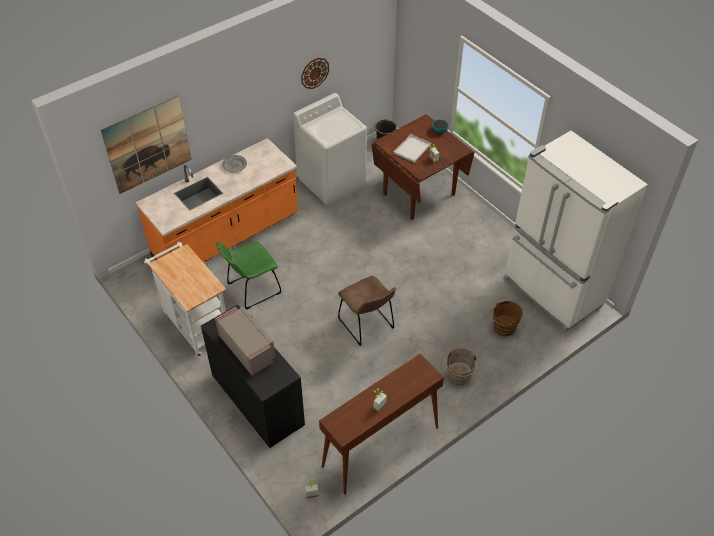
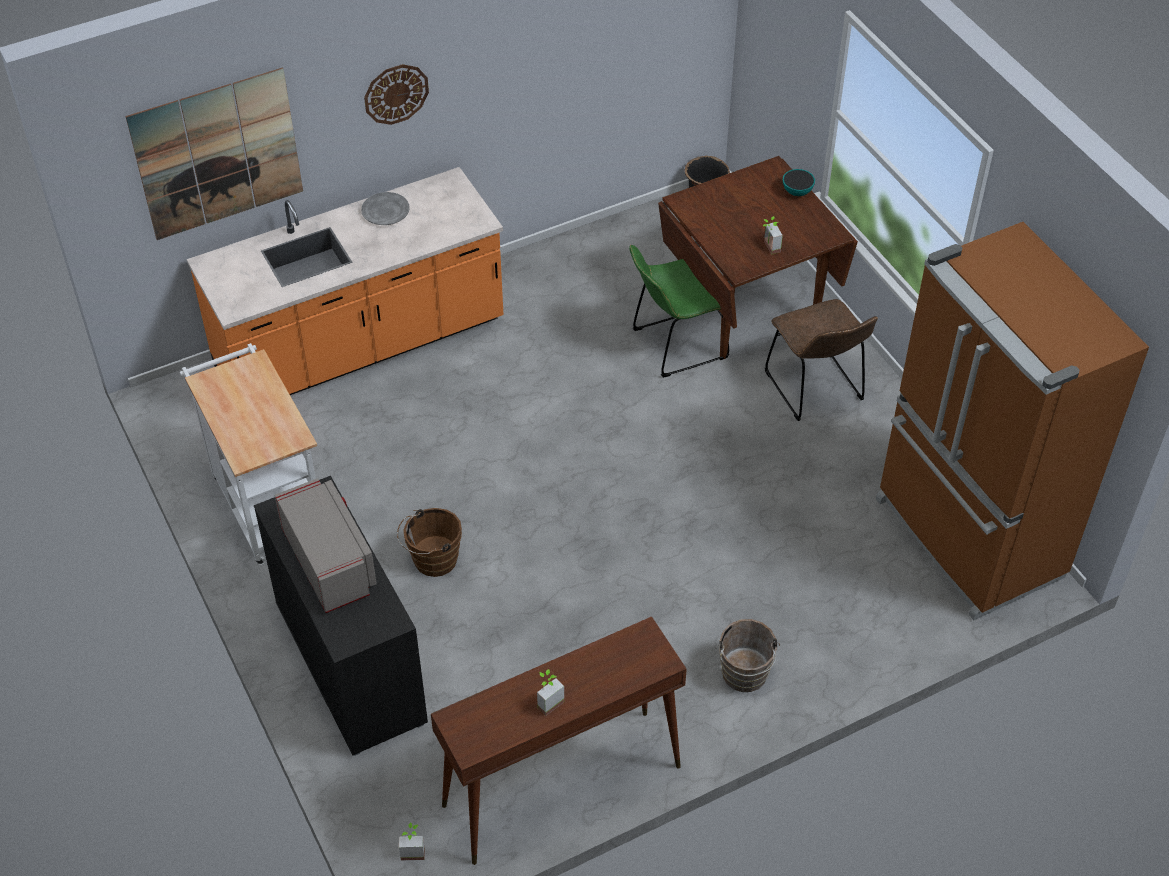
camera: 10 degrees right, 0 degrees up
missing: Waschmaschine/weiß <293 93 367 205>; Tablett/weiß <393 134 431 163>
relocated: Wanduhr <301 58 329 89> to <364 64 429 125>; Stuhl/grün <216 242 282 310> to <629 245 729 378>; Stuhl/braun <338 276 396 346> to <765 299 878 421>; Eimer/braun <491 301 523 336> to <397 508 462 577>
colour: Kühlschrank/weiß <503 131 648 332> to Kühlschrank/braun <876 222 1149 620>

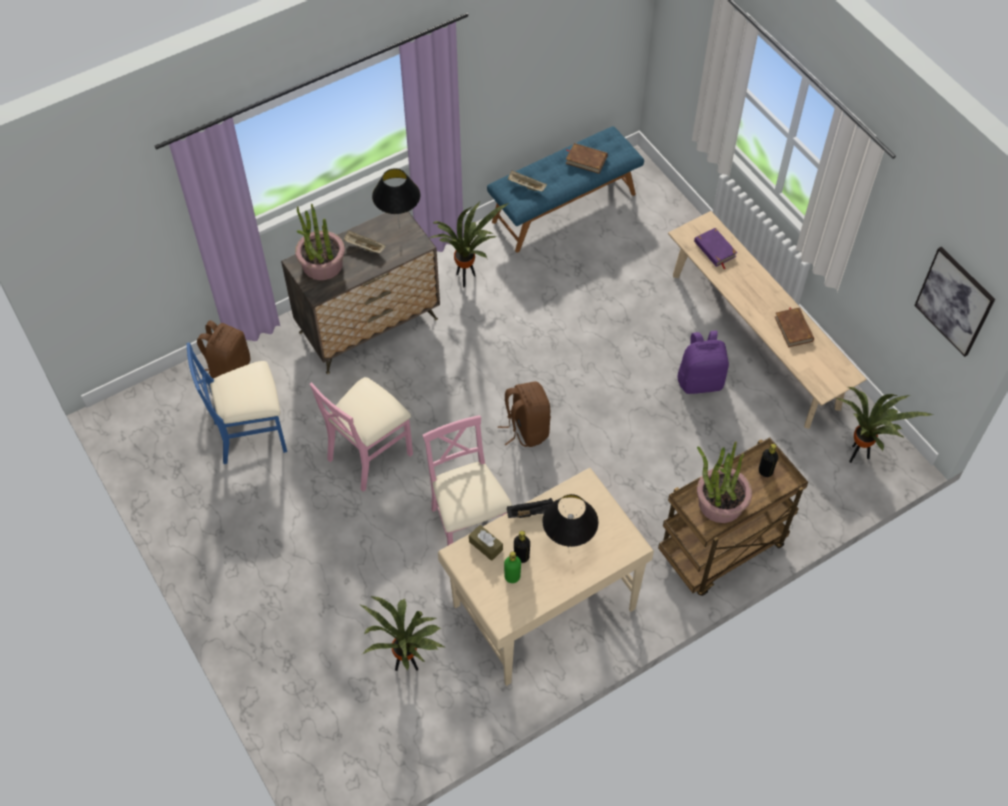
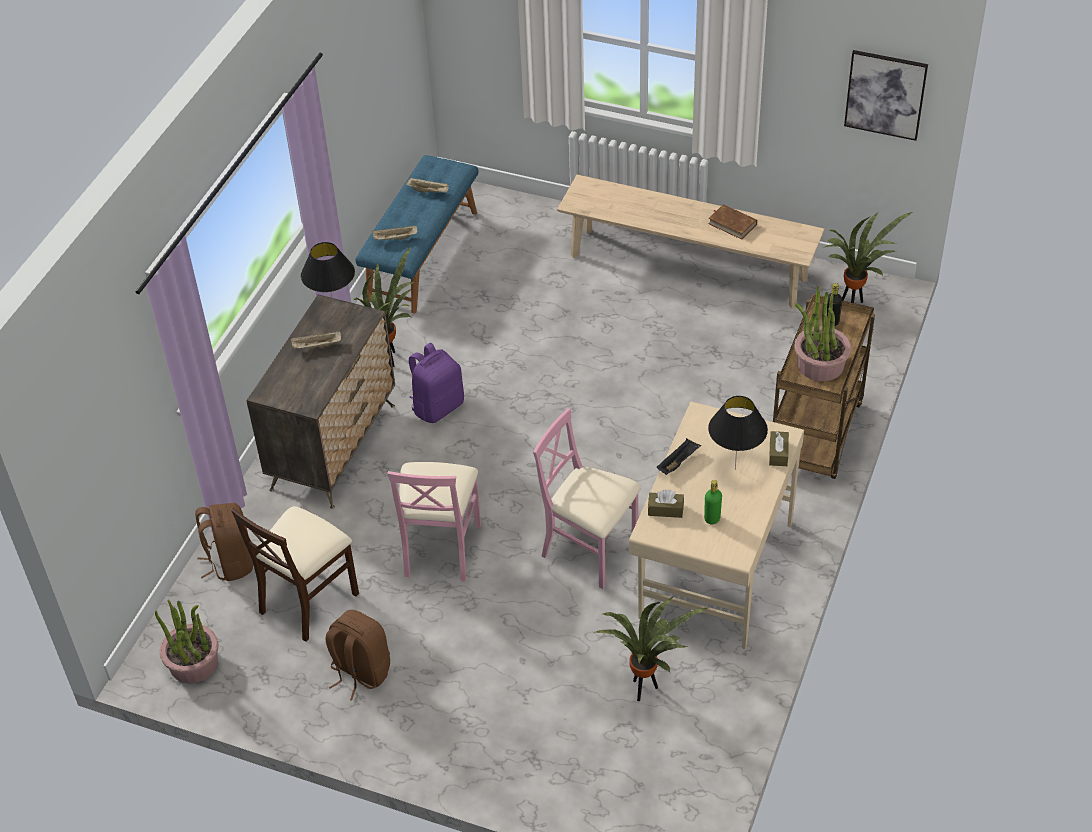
camera: 35 degrees left, 10 degrees down
missing: Buch/lila <694 228 737 269>; Flasche/schwarz <514 531 530 563>
appeared: Taschentuchbox/braun <769 431 789 466>
relocated: Topfpflanze <295 204 345 280> to <155 600 218 683>; Rucksack/lila <677 331 729 394> to <409 343 464 423>; Rucksack/braun <498 381 551 447> to <325 610 390 700>
exchanged: Buch/braun <566 143 608 174> to Tablett/beige <406 177 449 193>
colour: Stuhl/blau <187 342 287 464> to Stuhl/beige <231 506 359 642>

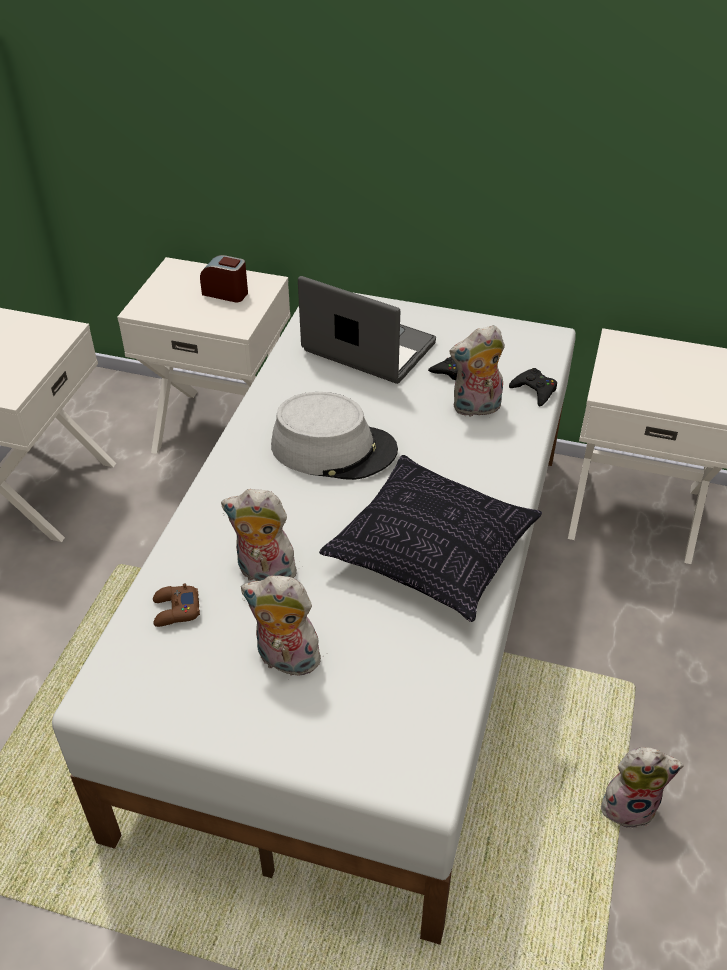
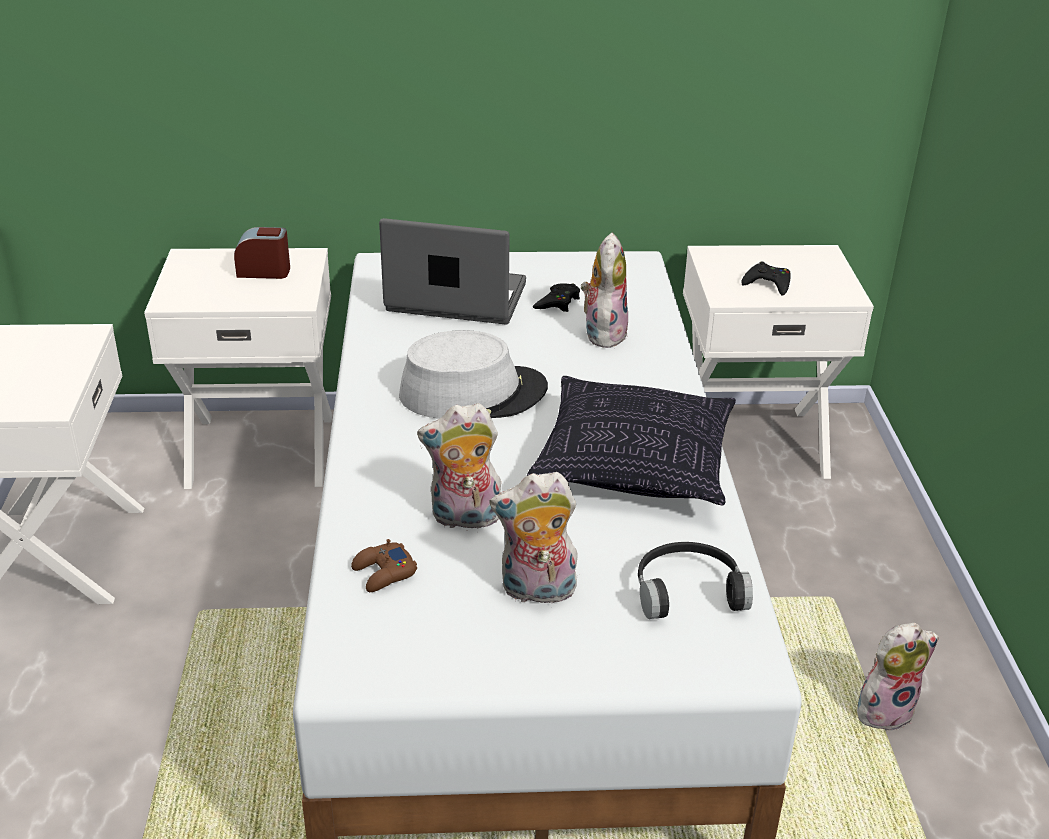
camera: 20 degrees left, 10 degrees down
appeared: Kopfhörer/schwarz <638 542 753 619>
relocated: Gamepad/schwarz <509 368 557 407> to <741 261 791 296>
spun: Plüschtier <450 325 505 417> = <581 233 628 348> 135 degrees clockwise

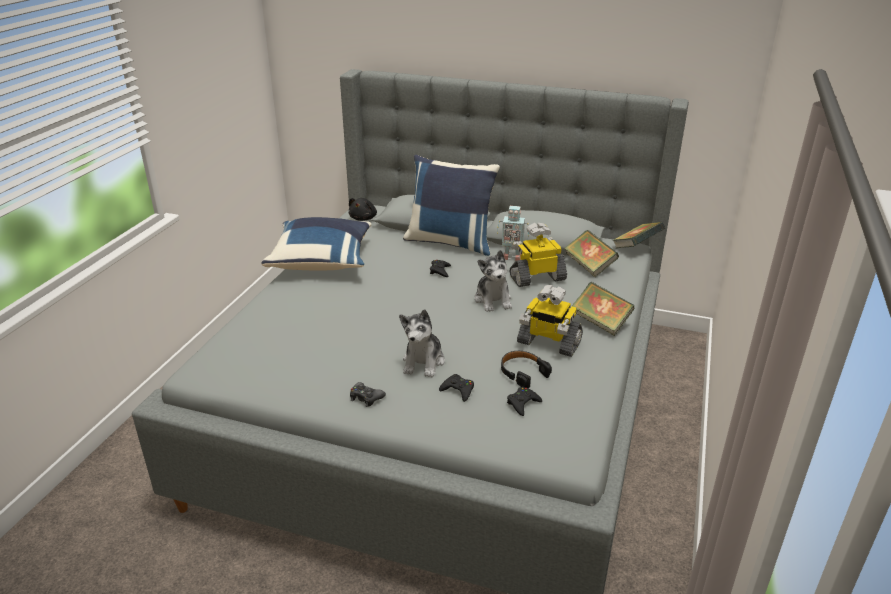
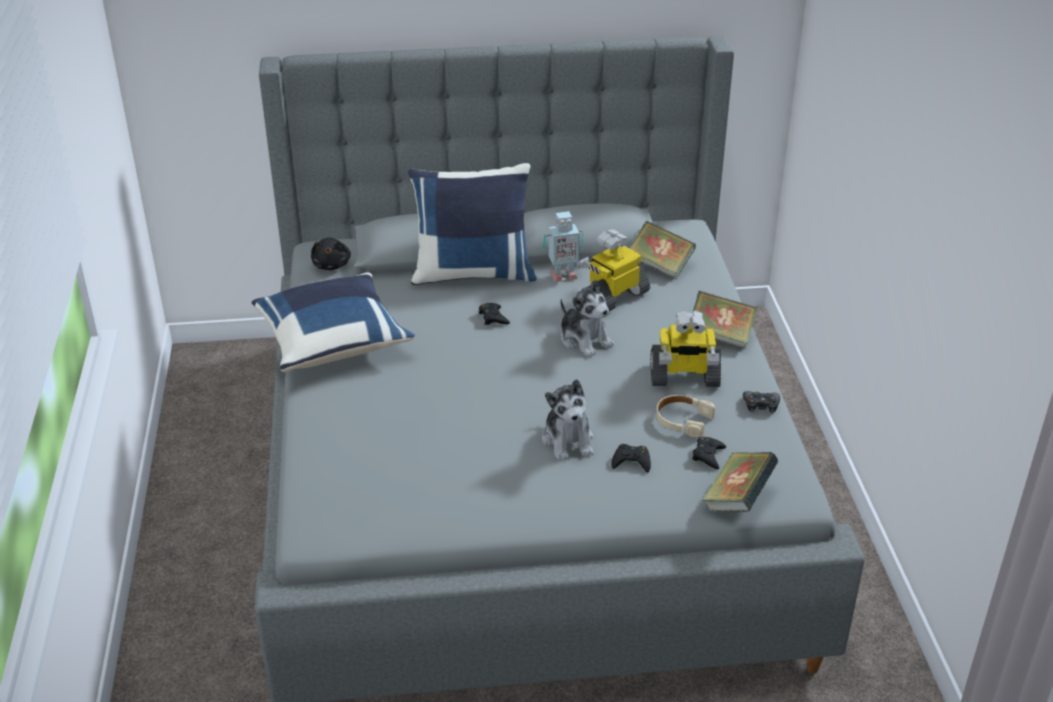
camera: 25 degrees left, 5 degrees up
relocated: Buch <613 222 665 249> to <702 452 778 512>; Gamepad/schwarz <350 382 386 407> to <743 391 780 414>
colour: Kopfhörer/schwarz <501 351 552 388> to Kopfhörer/beige <656 395 715 437>

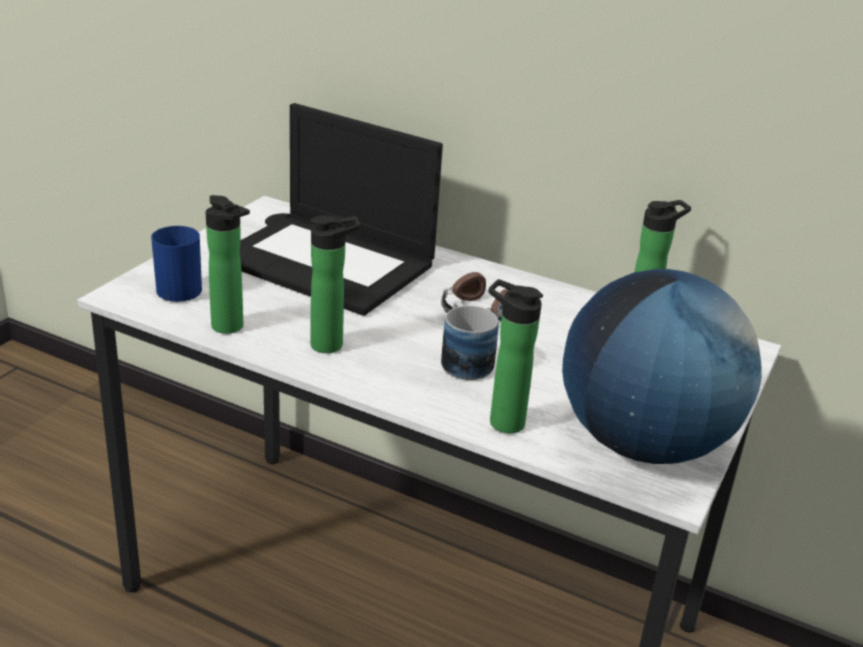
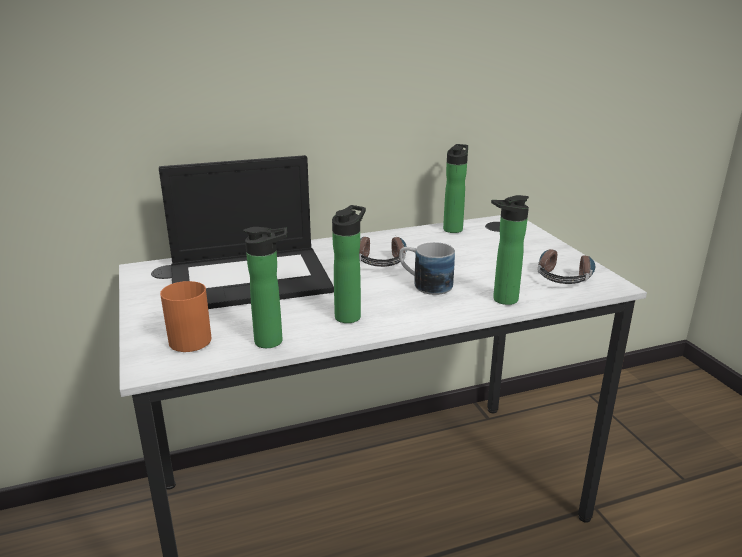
camera: 45 degrees left, 5 degrees down
exchanged: Globus <562 269 762 464> to Kopfhörer <538 249 595 284>
colour: Henkelbecher/blau <151 226 202 302> to Henkelbecher/orange <160 281 211 352>

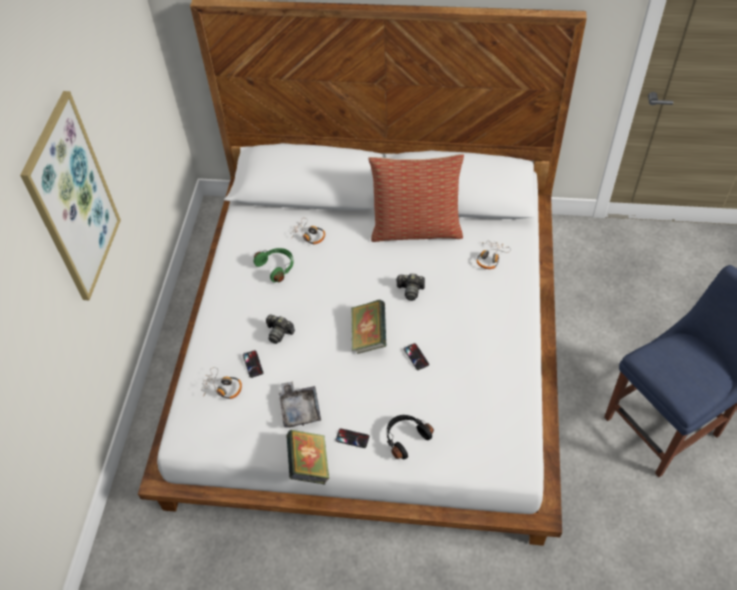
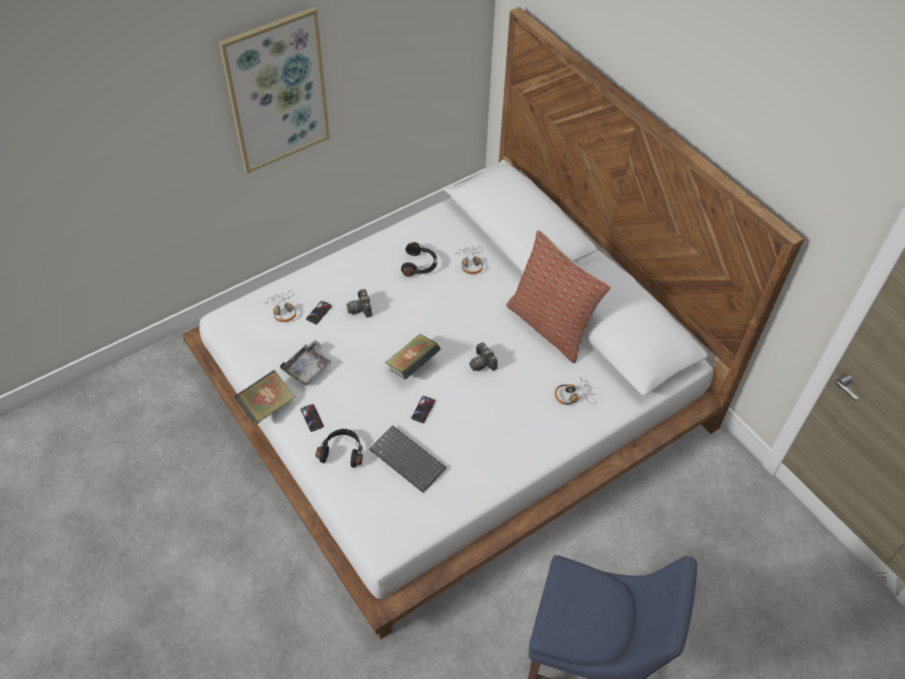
camera: 45 degrees right, 0 degrees up
appeared: Tastatur <369 425 446 493>
colour: Kopfhörer/grün <254 248 294 282> to Kopfhörer/schwarz <401 242 437 277>

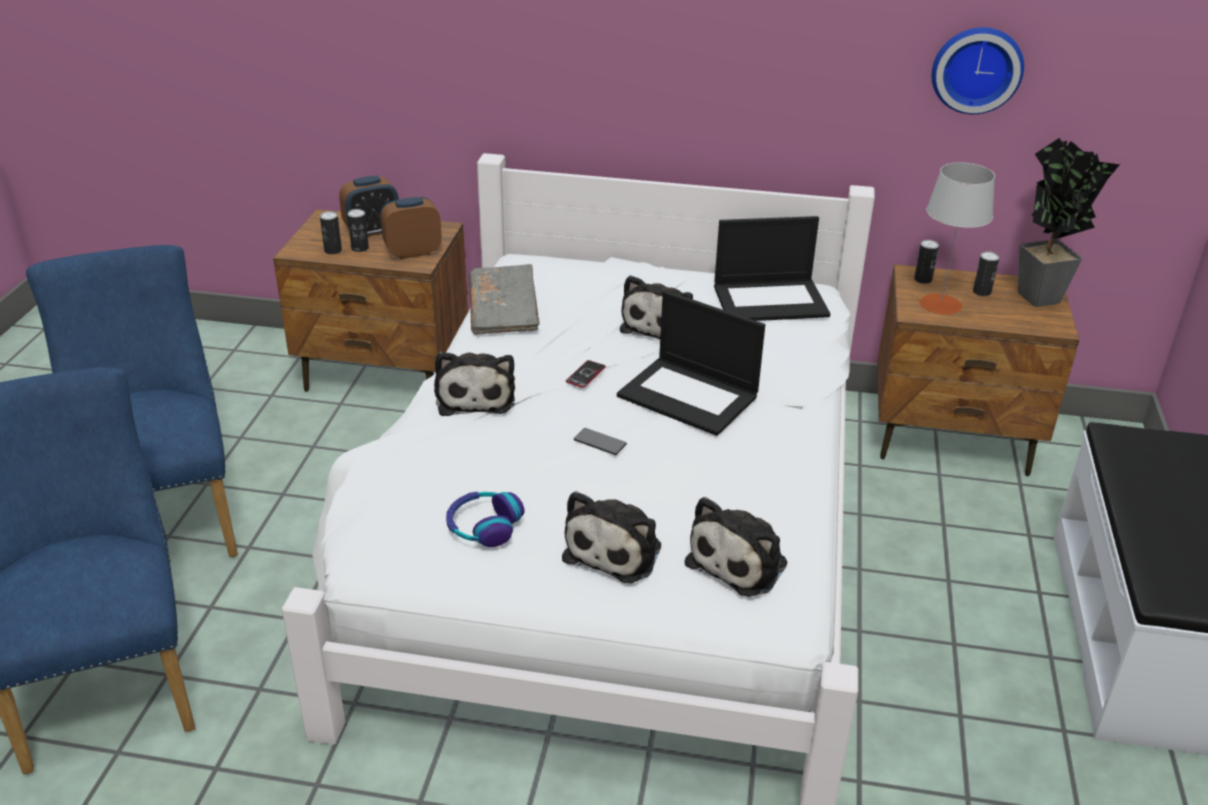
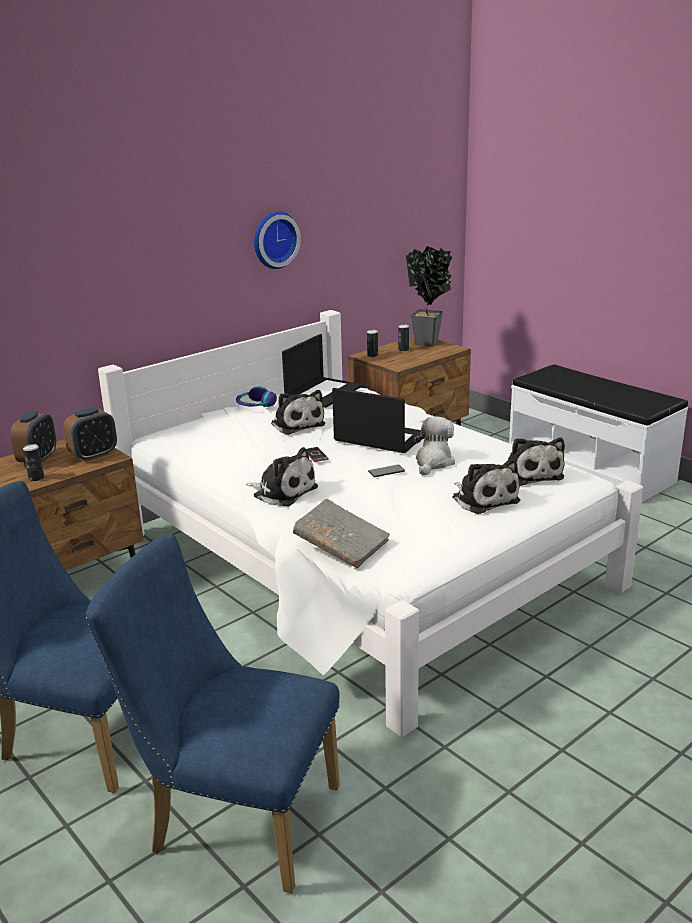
camera: 50 degrees left, 10 degrees down
missing: Tischlampe/grau <919 163 995 315>; Dose <347 209 369 252>
appeared: Plüschtier <414 416 455 476>
relocated: Wanduhr <932 27 1024 114> to <254 211 301 269>; Buch/grau <469 264 540 335> to <293 499 390 568>; Kopfhörer <446 492 525 547> to <236 386 277 407>
spun: Wecker <380 197 442 259> = <63 408 117 462> 150 degrees counterclockwise; Laptop <617 291 765 436> = <332 388 421 453> 135 degrees counterclockwise

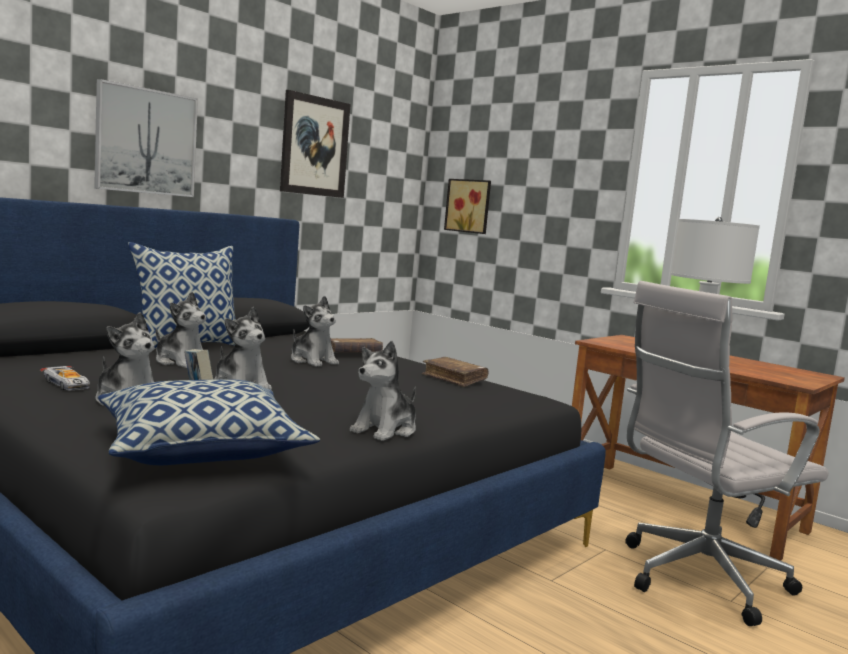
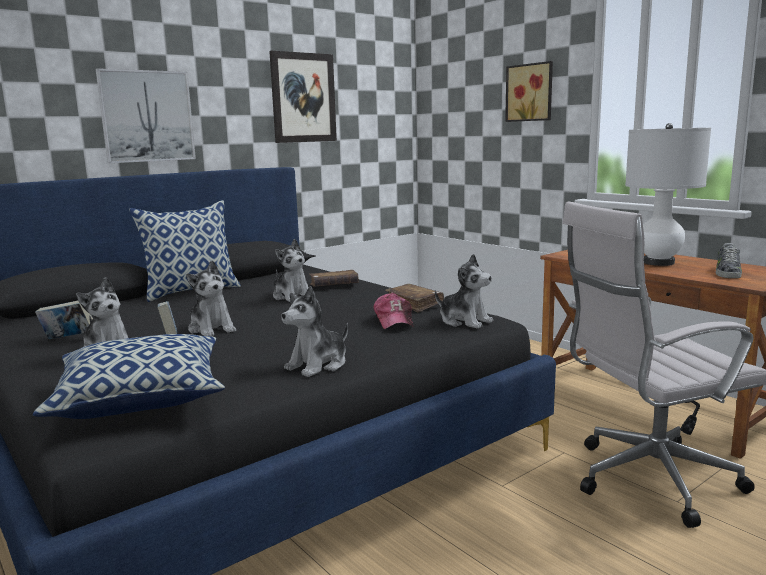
camera: 10 degrees right, 5 degrees up
appeared: Schuh <716 243 742 278>; Kappe <373 293 414 329>
relocated: Bild <444 179 491 234> to <505 61 553 122>; Plüschtier <156 292 211 368> to <435 254 493 329>
exchanged: Spielzeugauto <40 366 90 390> to Buch <35 301 93 339>

